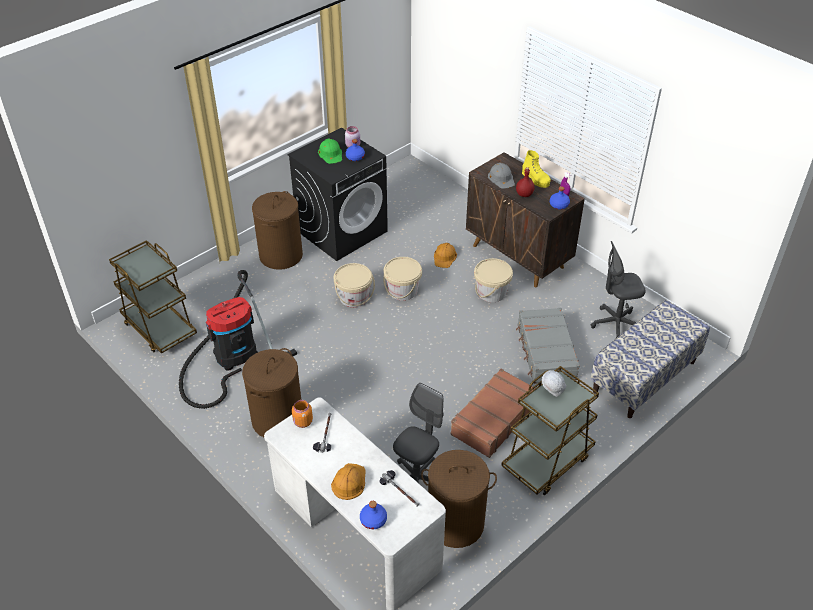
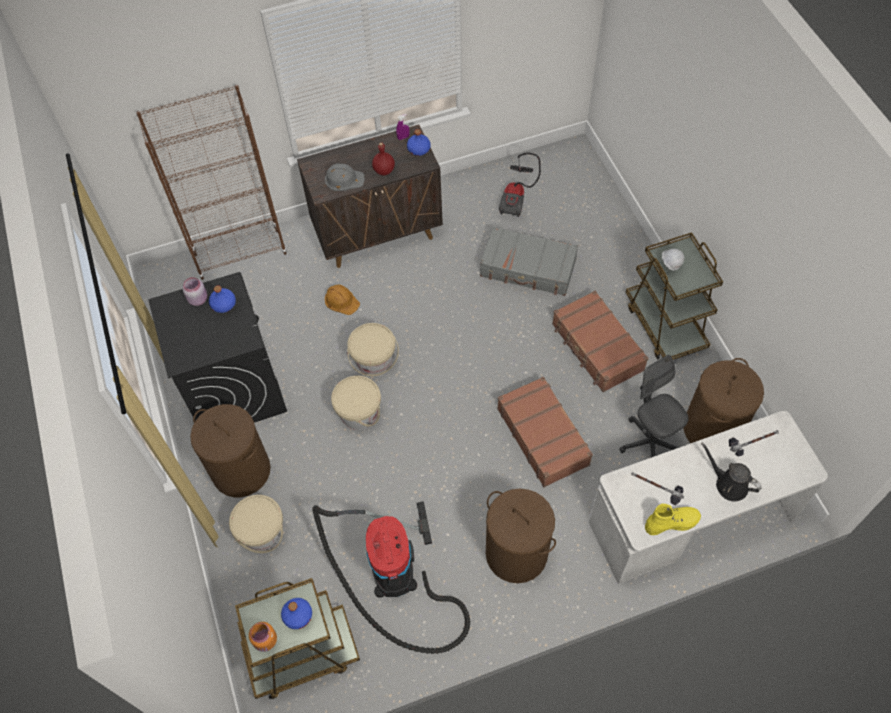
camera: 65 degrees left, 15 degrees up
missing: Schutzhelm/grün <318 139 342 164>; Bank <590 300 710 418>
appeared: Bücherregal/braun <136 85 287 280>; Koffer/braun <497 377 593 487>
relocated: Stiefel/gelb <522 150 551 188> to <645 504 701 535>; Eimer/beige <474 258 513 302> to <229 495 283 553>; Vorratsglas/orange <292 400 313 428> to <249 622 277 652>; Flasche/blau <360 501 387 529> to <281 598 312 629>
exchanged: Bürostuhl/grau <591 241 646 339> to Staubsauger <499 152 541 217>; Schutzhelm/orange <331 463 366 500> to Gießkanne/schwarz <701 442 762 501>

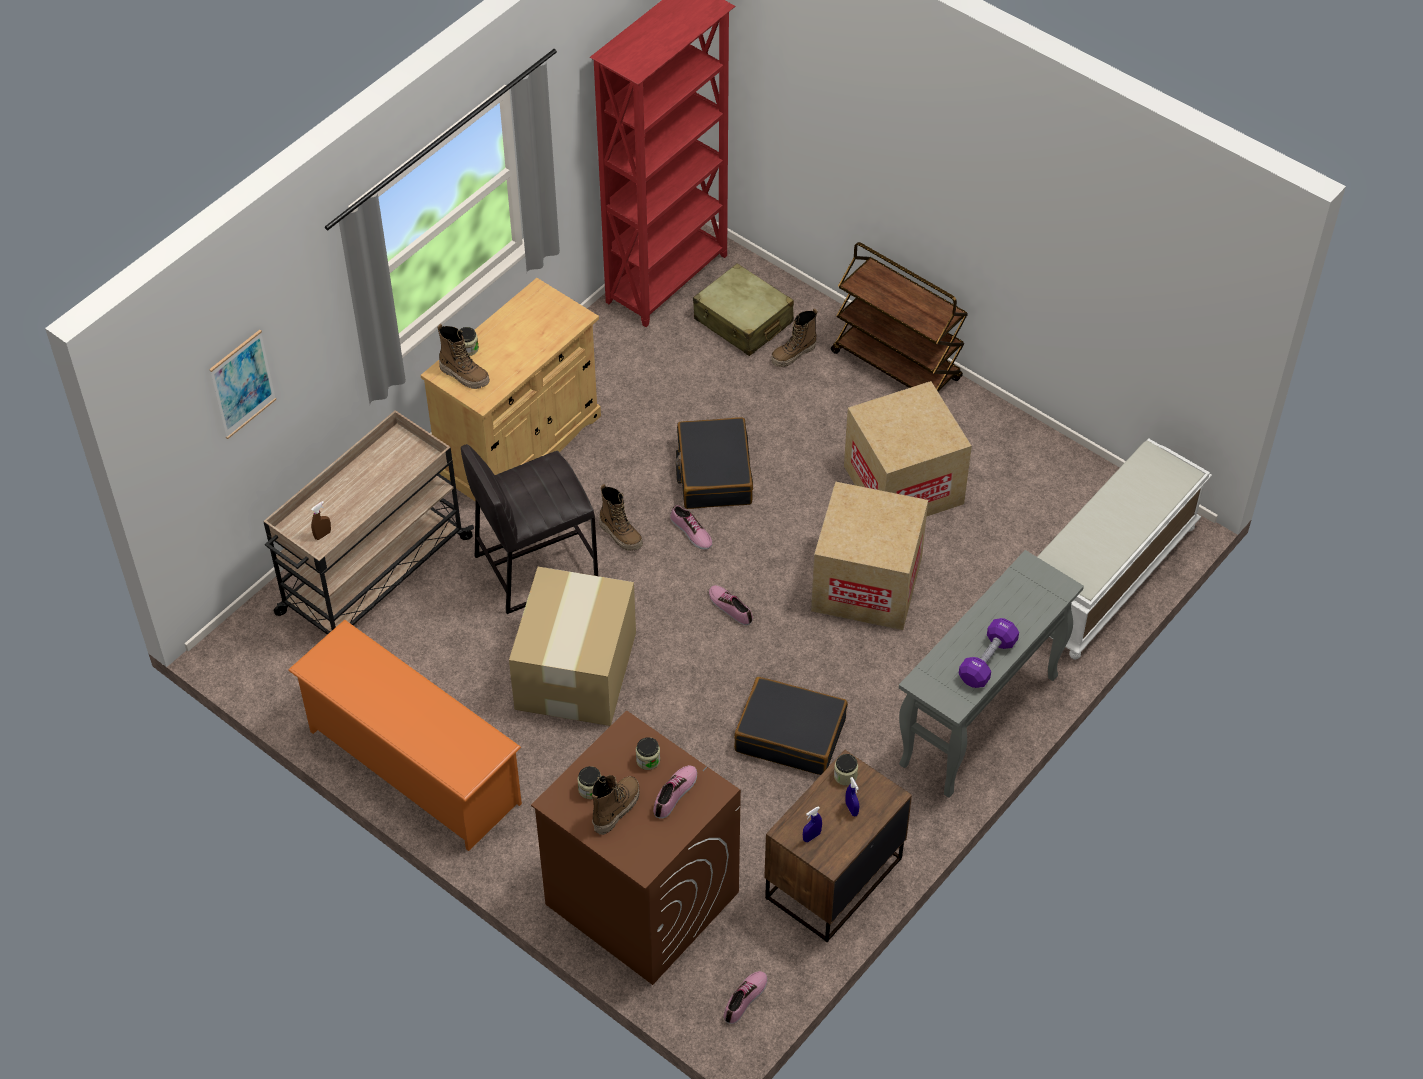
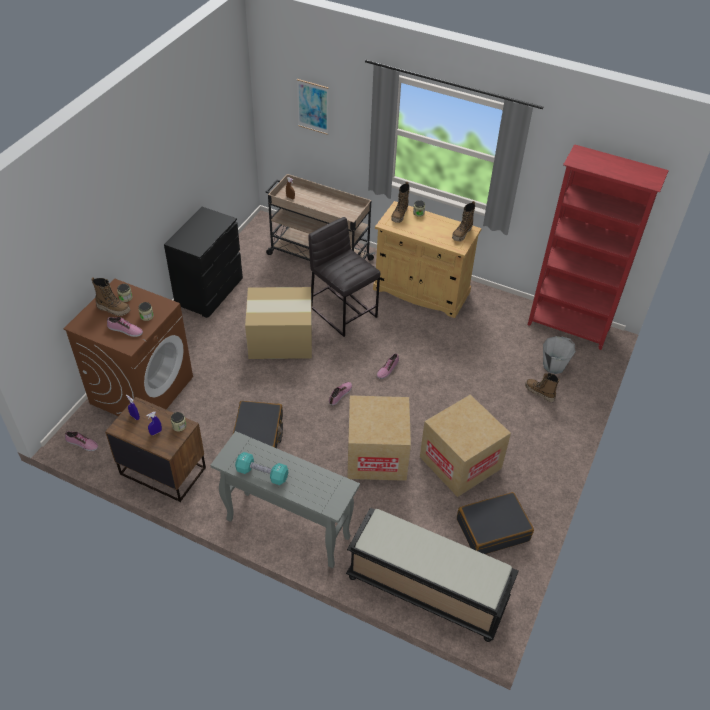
camera: 75 degrees right, 5 degrees down
missing: Rollwagen/braun <831 242 968 391>
relocated: Koffer/schwarz <675 417 753 509> to <457 492 534 554>; Stiefel <599 484 643 551> to <452 201 475 242>
exchanged: Koffer/beige <693 263 794 356> to Eimer/grau <543 336 576 374>; Schuhregal/orange <288 620 522 851> to Kommode/schwarz <164 207 243 318>
colour: Bank/weiß <1037 438 1212 659> to Bank/schwarz <346 507 519 642>; Hantel/lila <959 618 1019 688> to Hantel/türkis <235 452 288 485>

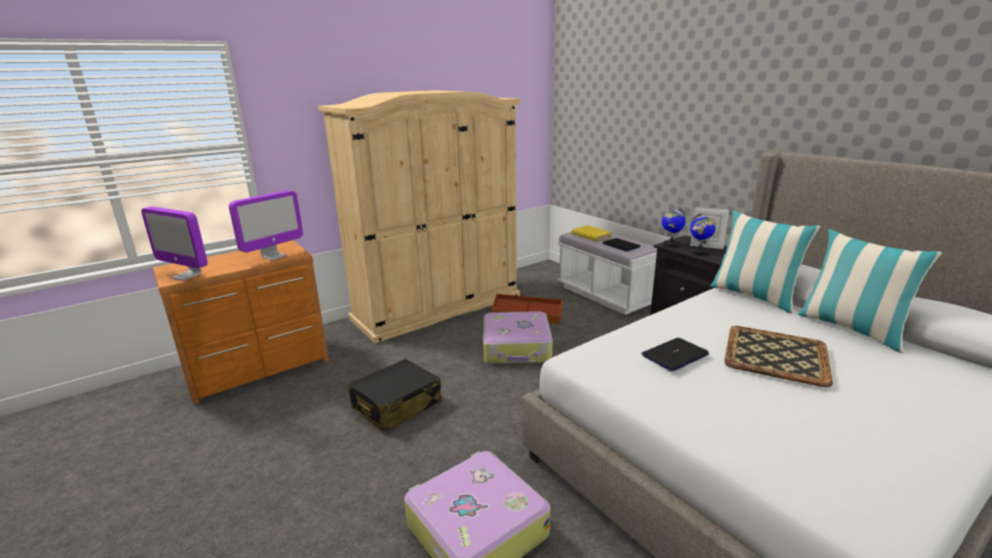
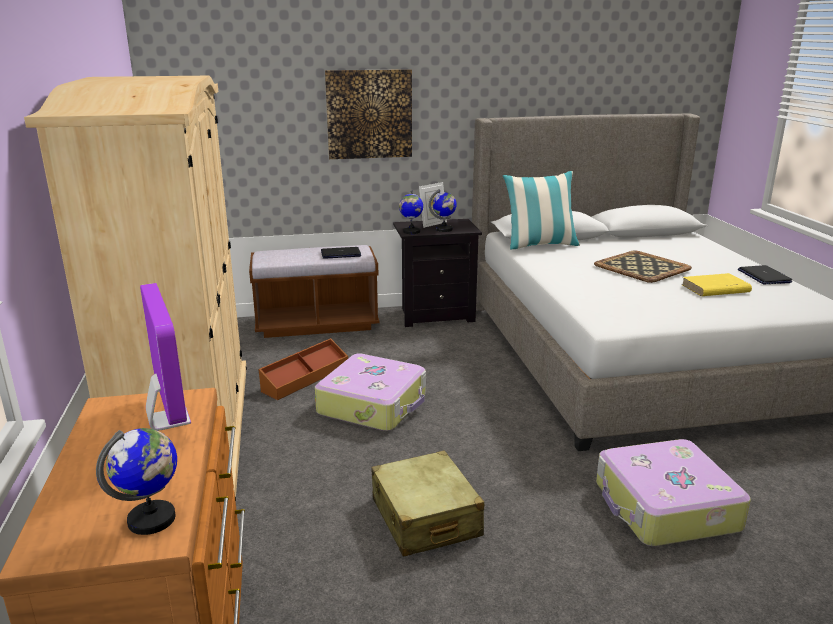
camera: 65 degrees left, 0 degrees up
missing: Kissen <798 229 942 353>
appeared: Bild <325 69 412 159>
relocated: Buch/gelb <572 225 613 242> to <682 273 752 296>; Laptop <641 338 709 372> to <738 265 792 284>
exchanged: Monitor <141 207 208 281> to Globus <96 428 177 535>
colour: Bank/weiß <557 232 657 315> to Bank/braun <249 245 380 338>; Koffer/schwarz <348 359 442 432> to Koffer/beige <371 450 484 557>

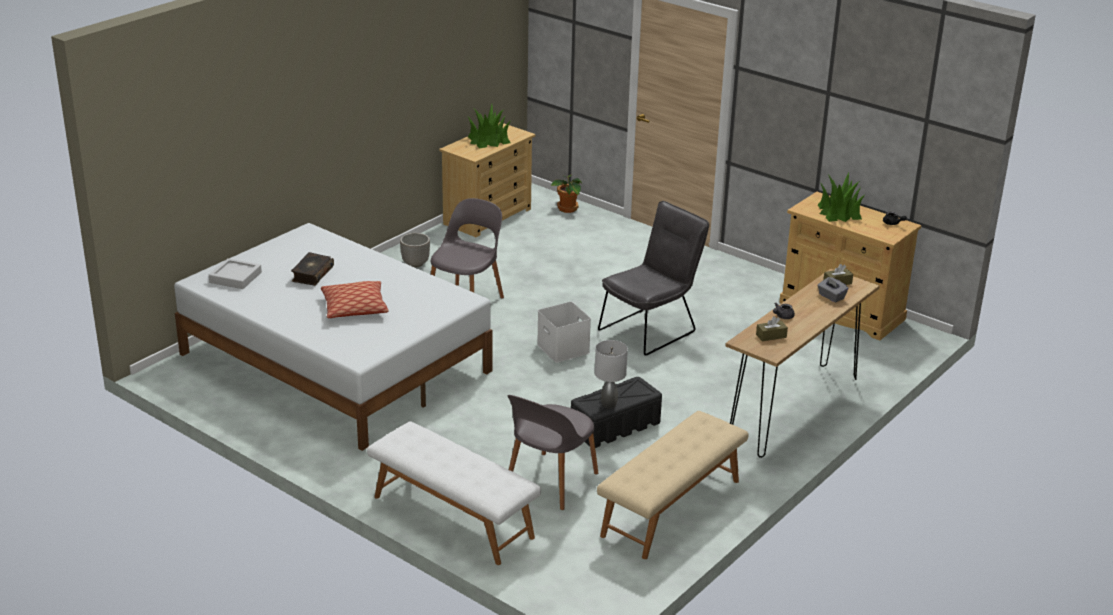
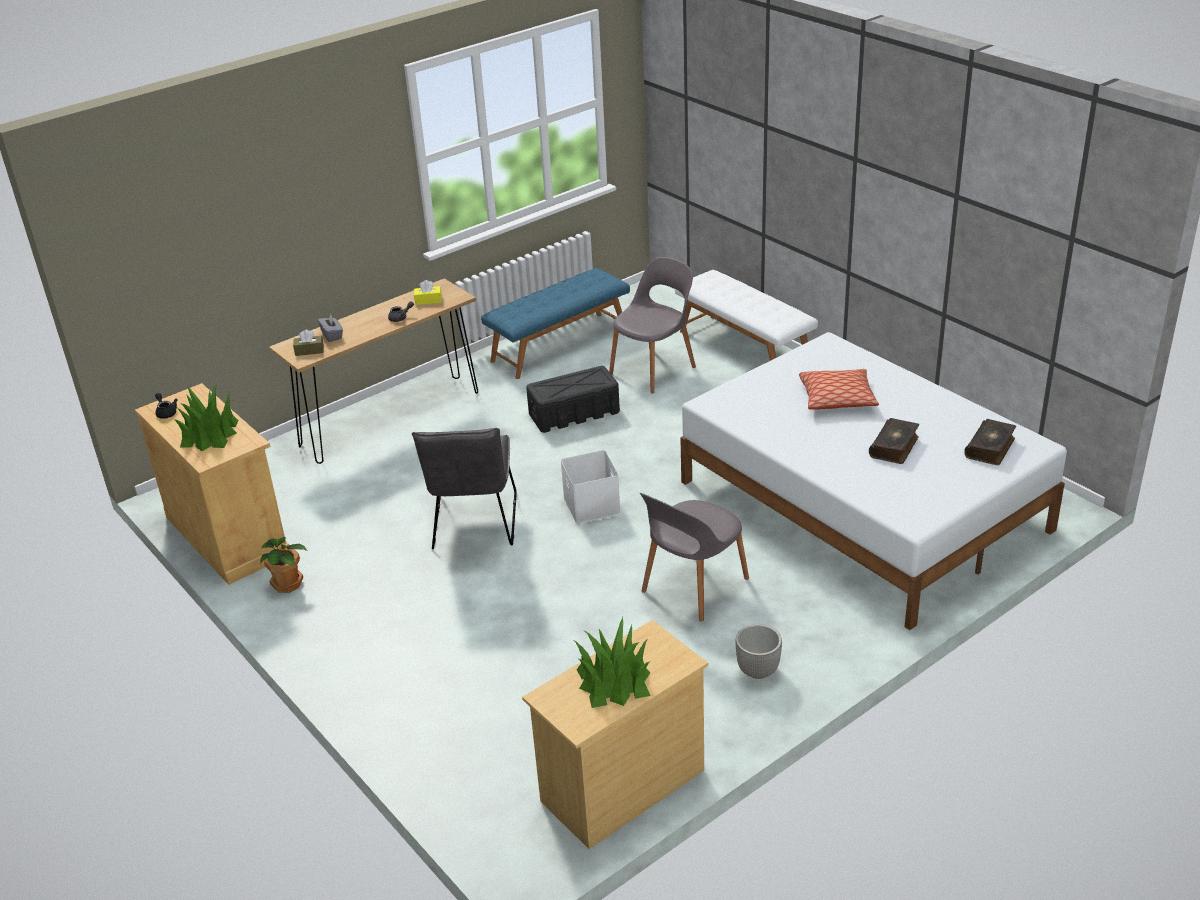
camera: 165 degrees left, 5 degrees up
missing: Tischlampe/grau <595 340 628 409>
relocated: Topfpflanze <551 175 582 213> to <260 537 307 593>
exchanged: Tablett/grau <209 258 262 289> to Buch <964 419 1016 465>
colour: Taschentuchbox/braun <756 316 788 342> to Taschentuchbox/gelb <414 280 442 305>; Bank/beige <597 411 749 559> to Bank/blau <481 268 630 379>
spun: Stuhl/grau <598 201 709 356> = <412 428 517 549> 60 degrees counterclockwise

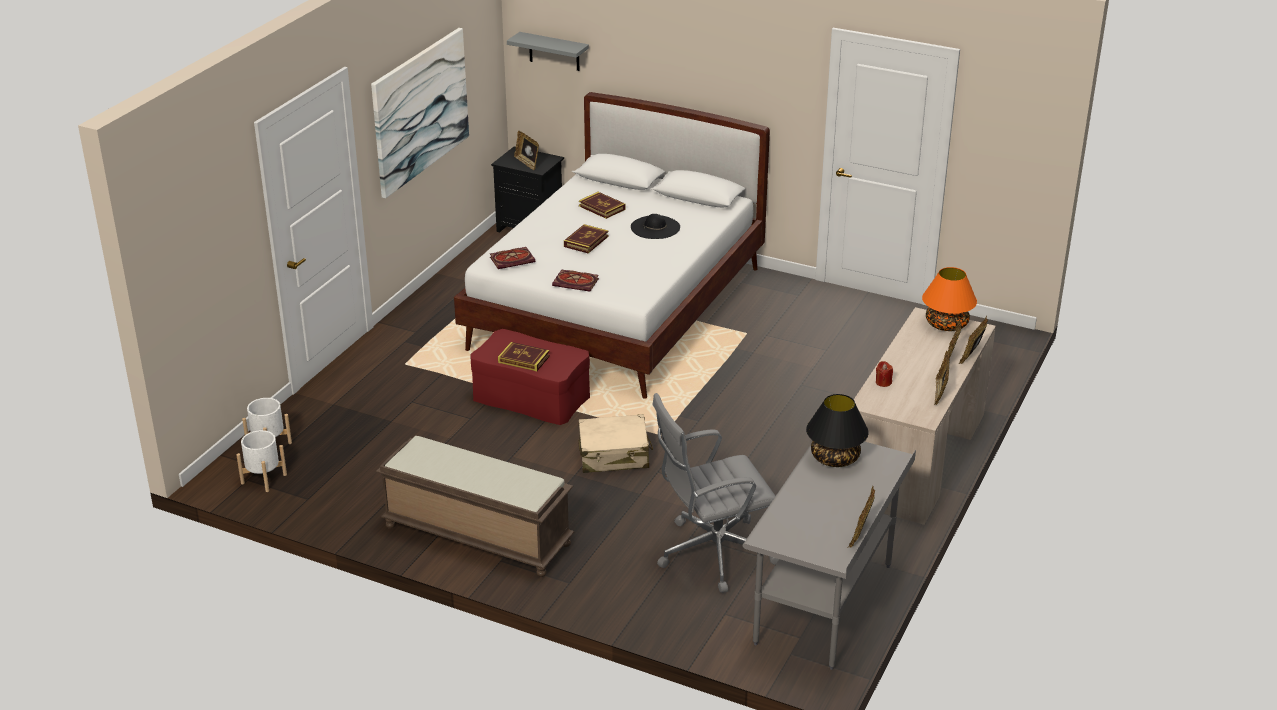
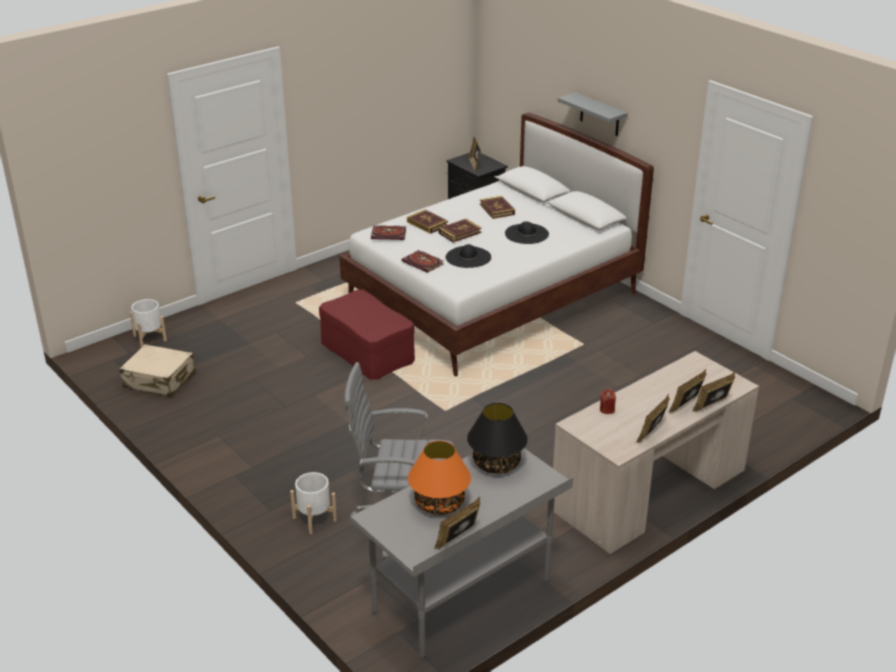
camera: 25 degrees right, 0 degrees up
missing: Bild <371 28 469 198>; Bank/braun <376 436 574 577>
appeared: Hut/schwarz <446 244 491 268>
relocated: Wandregal/grau <507 32 589 71> to <558 92 627 136>; Tischlampe/orange <922 267 977 331> to <408 441 471 515>; Buch <498 342 550 371> to <407 210 448 234>; Koffer/beige <578 414 653 473> to <119 344 196 397>; Pflanzkübel/weiß <236 430 287 492> to <290 472 337 534>

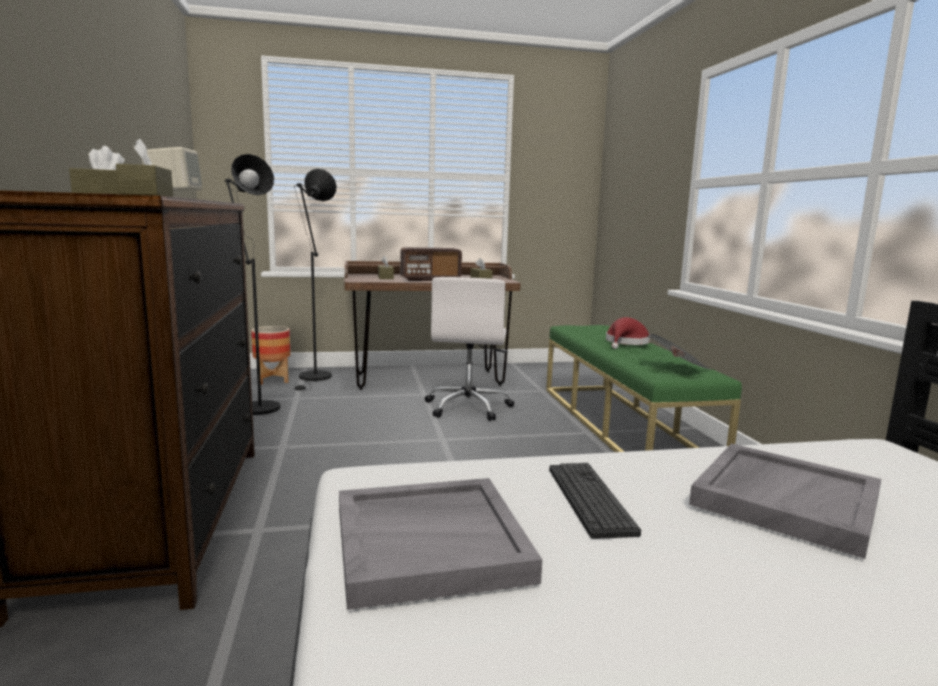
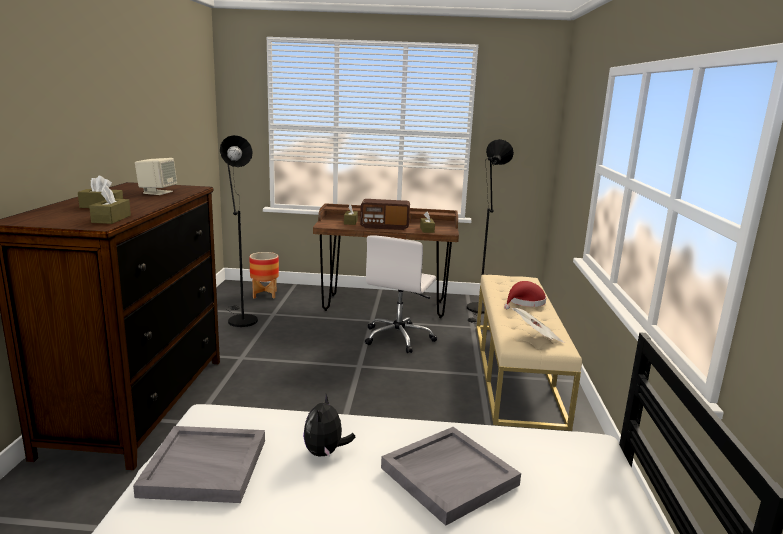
camera: 15 degrees right, 5 degrees up
relocated: Stehlampe/schwarz <294 169 337 391> to <467 139 514 324>
exchanged: Tastatur <549 463 641 539> to Plüschtier <303 394 355 457>
colour: Bank/grün <546 325 742 452> to Bank/beige <476 275 582 431>

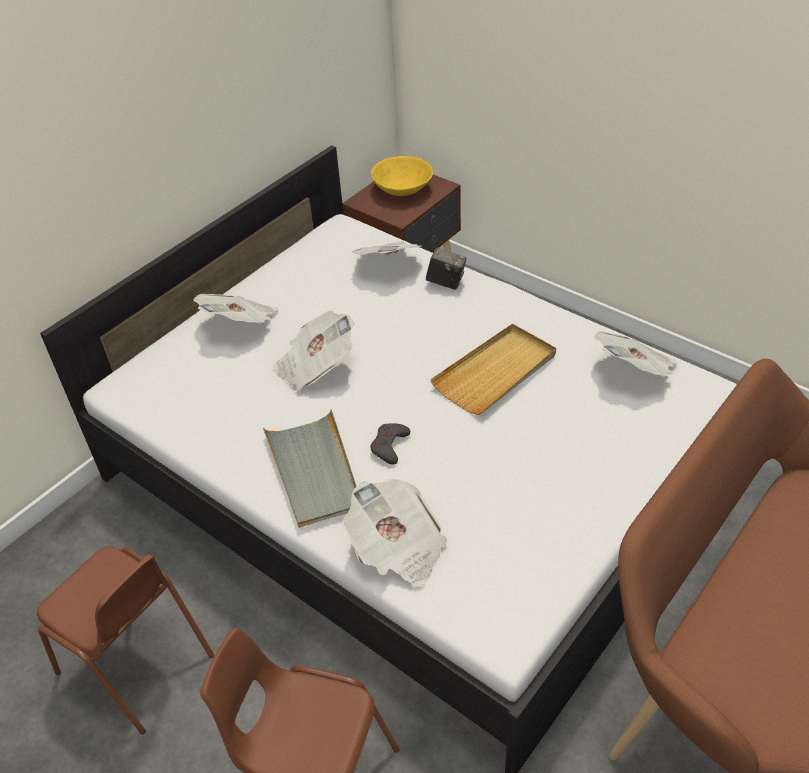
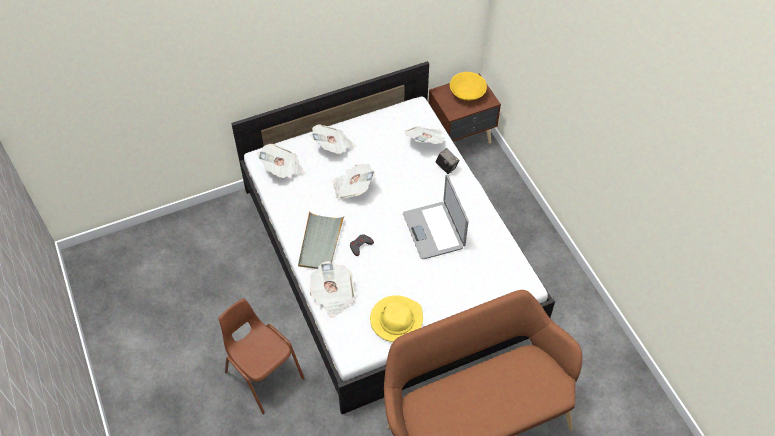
camera: 25 degrees right, 10 degrees up
missing: Stuhl/braun <37 546 214 735>
appeared: Hut/gelb <370 295 423 342>
relocated: Zeitung <595 331 678 378> to <257 144 304 178>
exchanged: Tablett/beige <430 324 556 415> to Laptop <403 175 469 259>

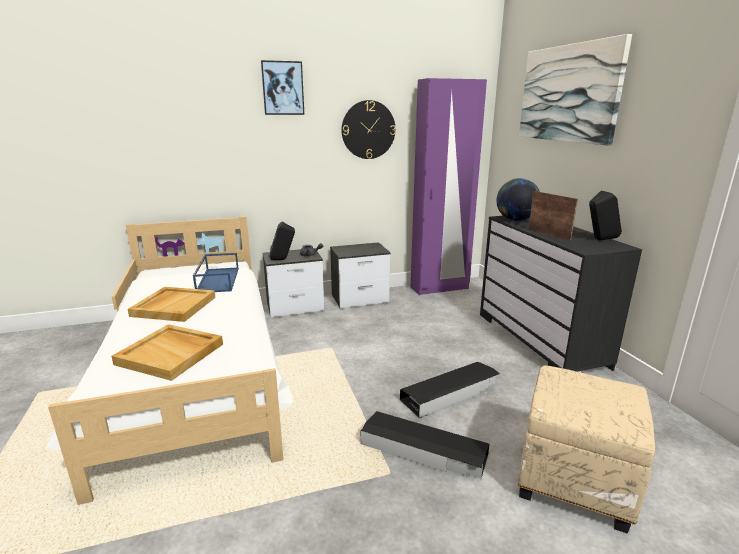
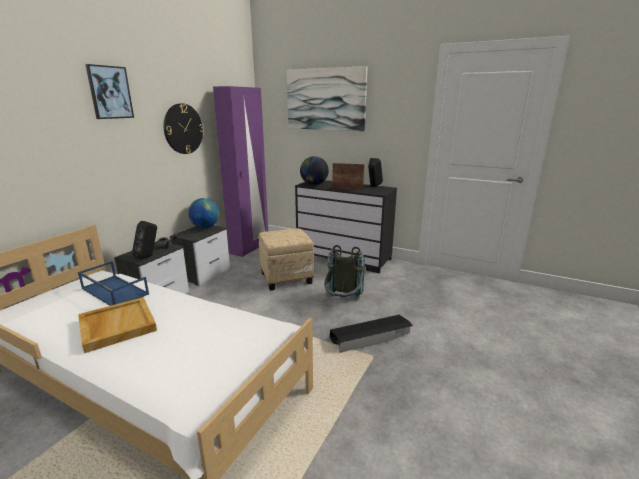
camera: 45 degrees left, 0 degrees up
missing: Tablett/beige <111 324 223 381>
appeared: Globus <188 198 220 228>
relocated: Polsterhocker/beige <518 365 655 534> to <259 228 314 290>
exchanged: Aufbewahrungsbox/schwarz <400 362 500 418> to Rucksack/grau <324 245 365 300>

